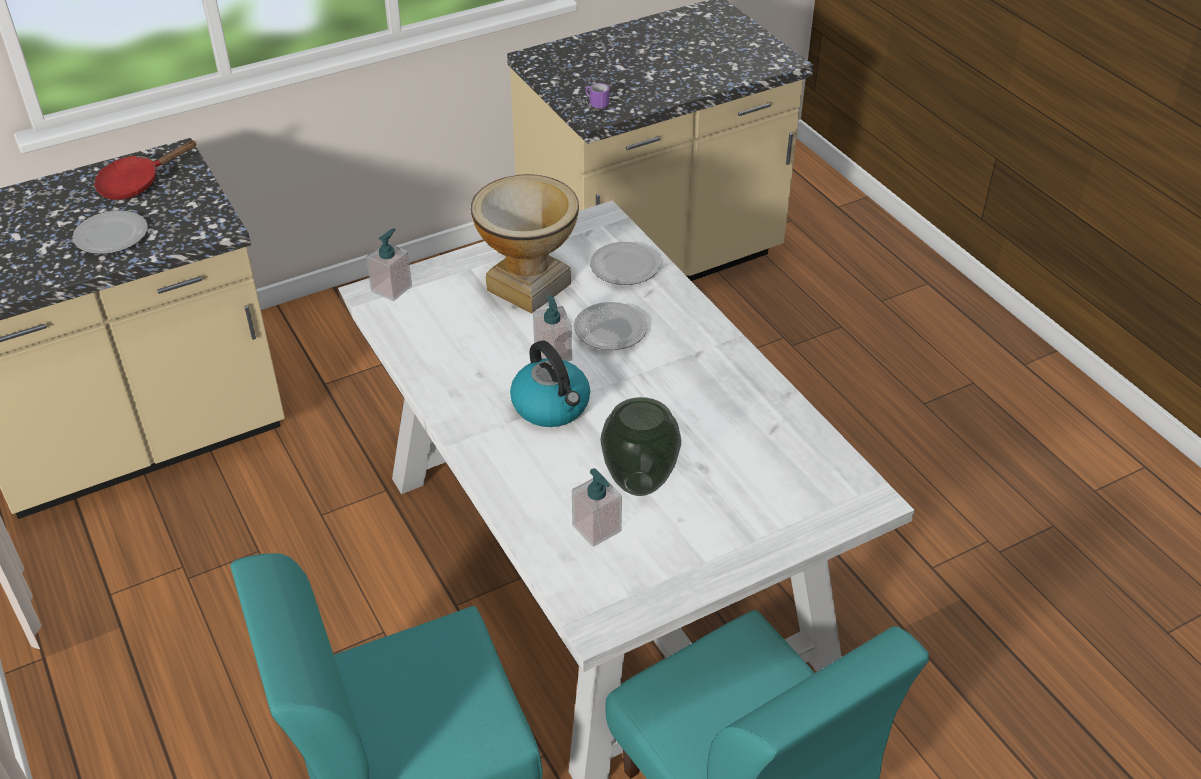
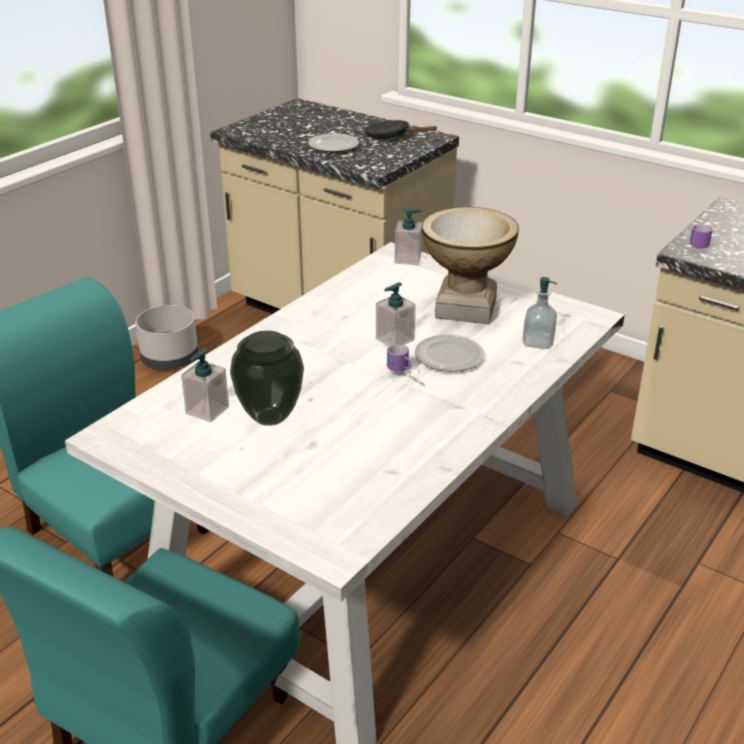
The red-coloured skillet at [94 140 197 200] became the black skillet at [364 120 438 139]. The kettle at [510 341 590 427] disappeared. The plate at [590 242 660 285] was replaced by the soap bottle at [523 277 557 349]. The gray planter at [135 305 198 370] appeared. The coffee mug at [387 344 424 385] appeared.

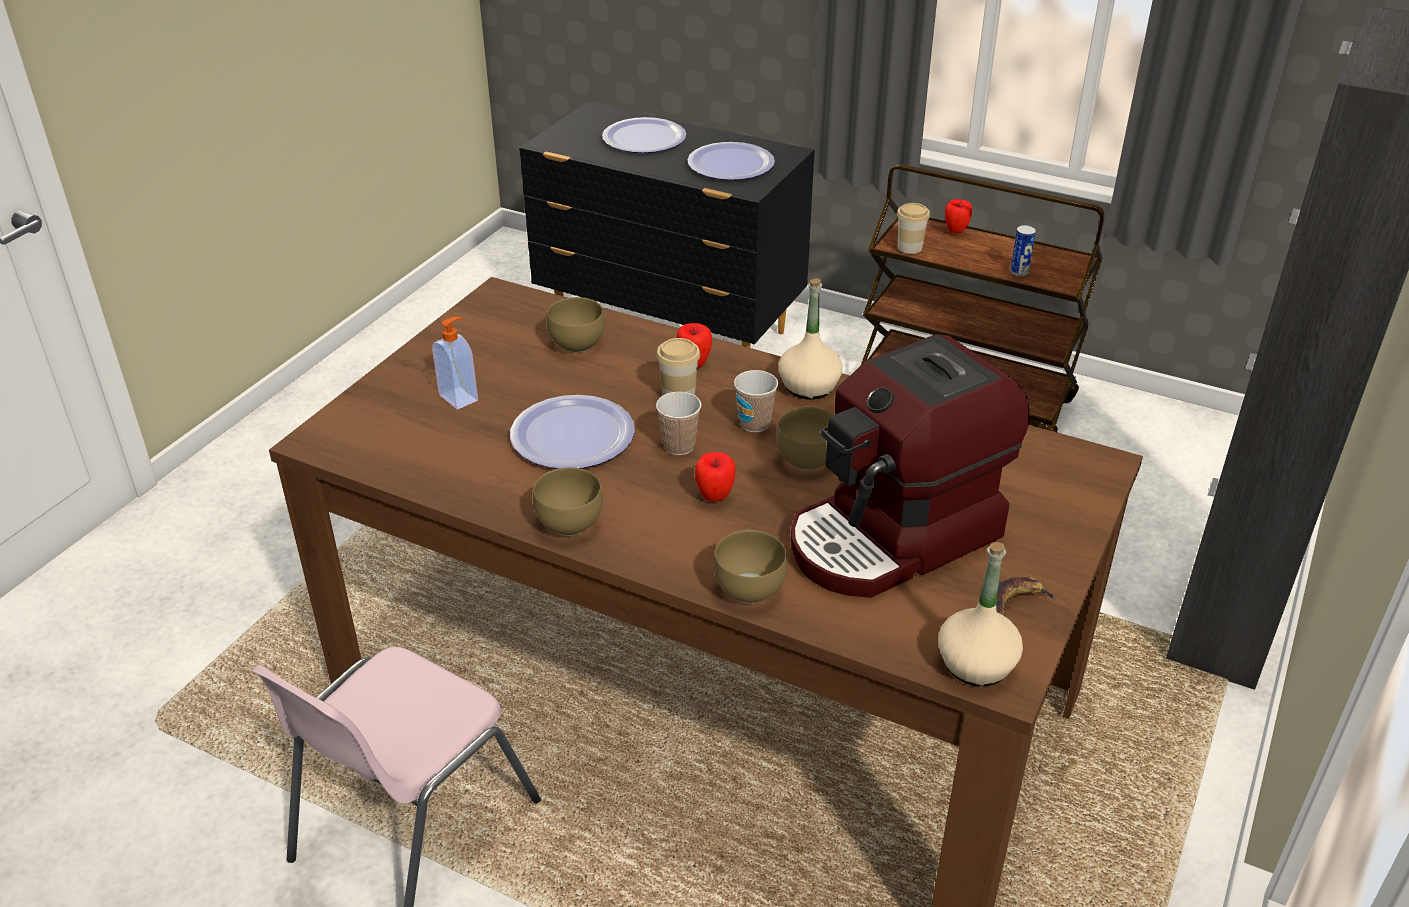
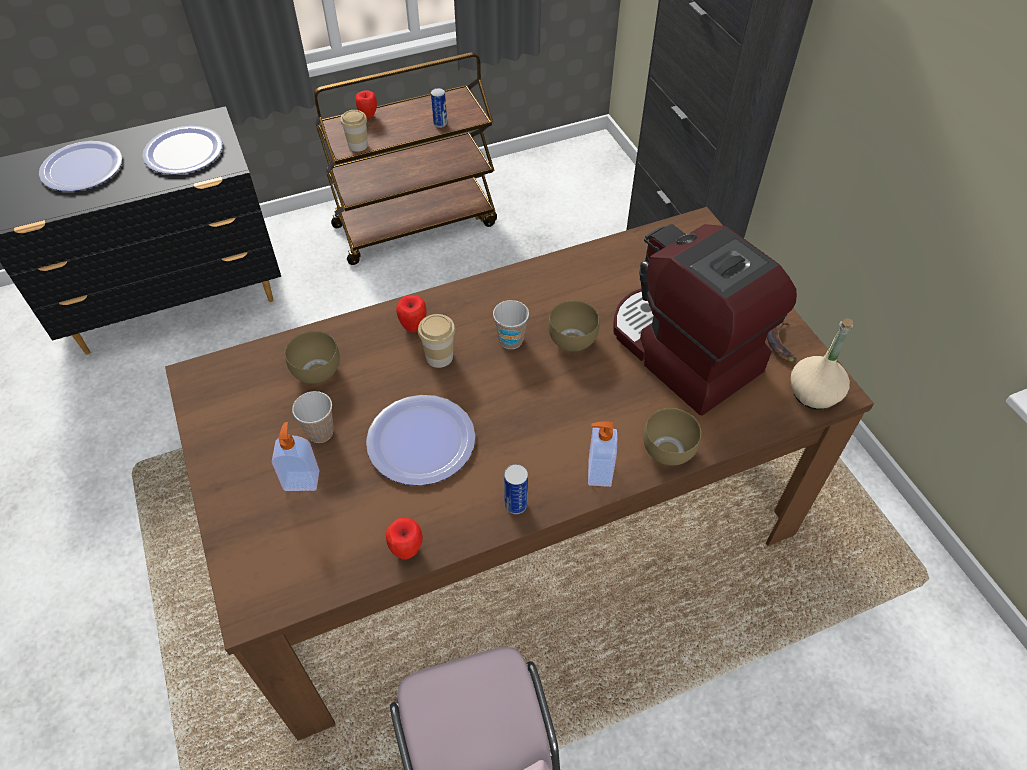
The brown-coloured bowl at [533 467 603 536] was replaced by the sealed can at [504 464 528 514]. The small cup moved from [656 392 702 455] to [292 391 334 443]. The apple fruit moved from [695 452 736 502] to [386 518 423 560]. The sand-coloured bottle at [778 278 843 400] disappeared. The coffee brewer at [791 334 1030 598] turned 135 degrees clockwise. The soap bottle at [588 422 617 487] appeared.

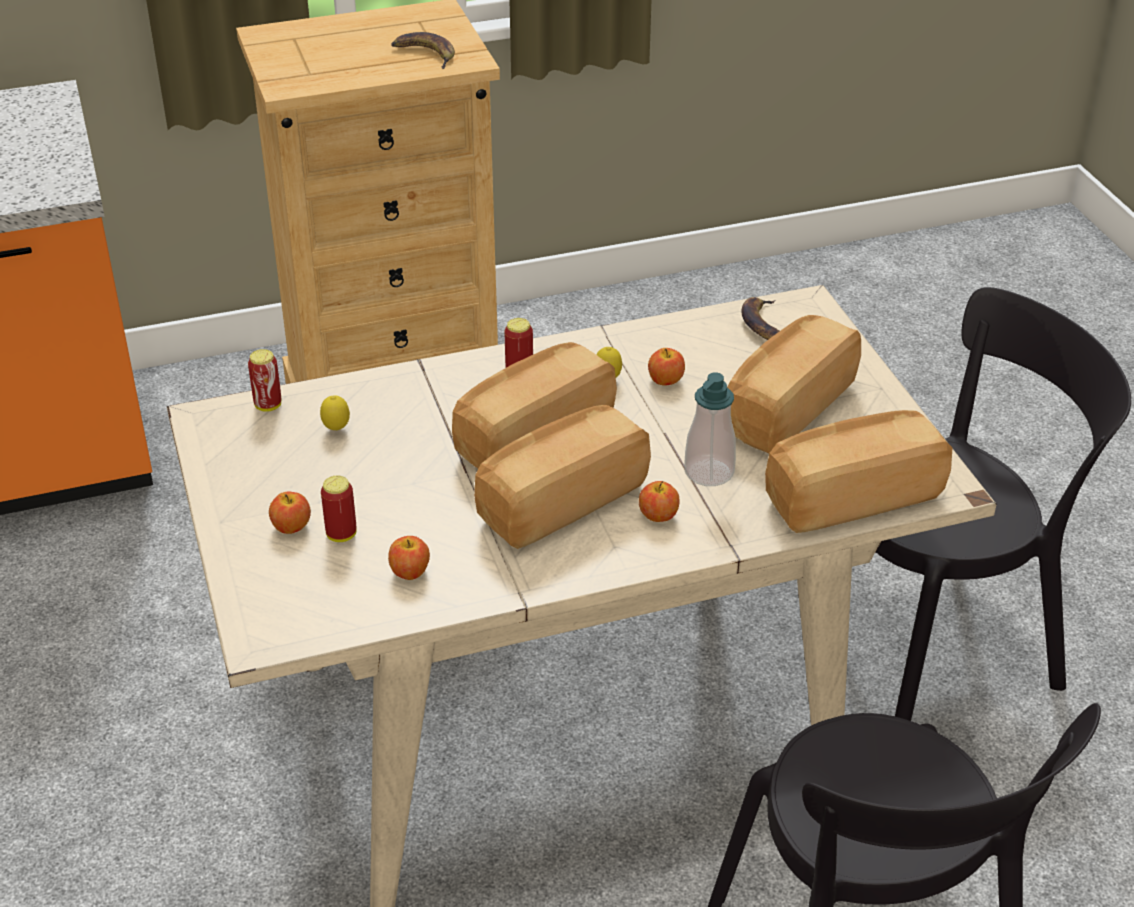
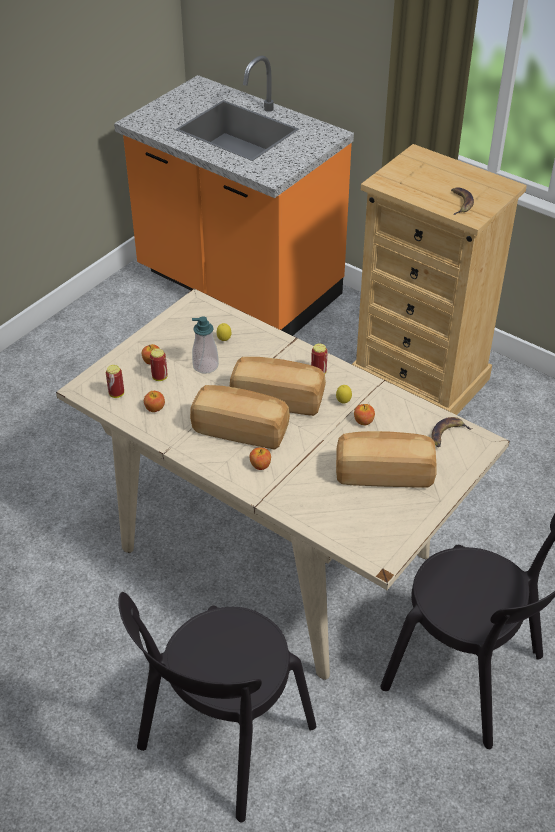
The sealed can moved from [248 349 281 412] to [106 365 124 398]. The soap bottle moved from [684 372 736 486] to [192 316 219 374]. The bakery bread at [765 410 952 533] disappeared.

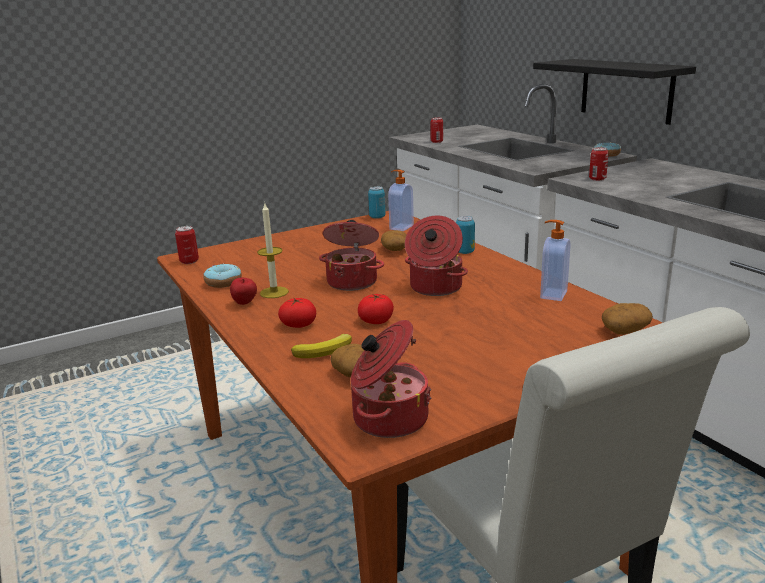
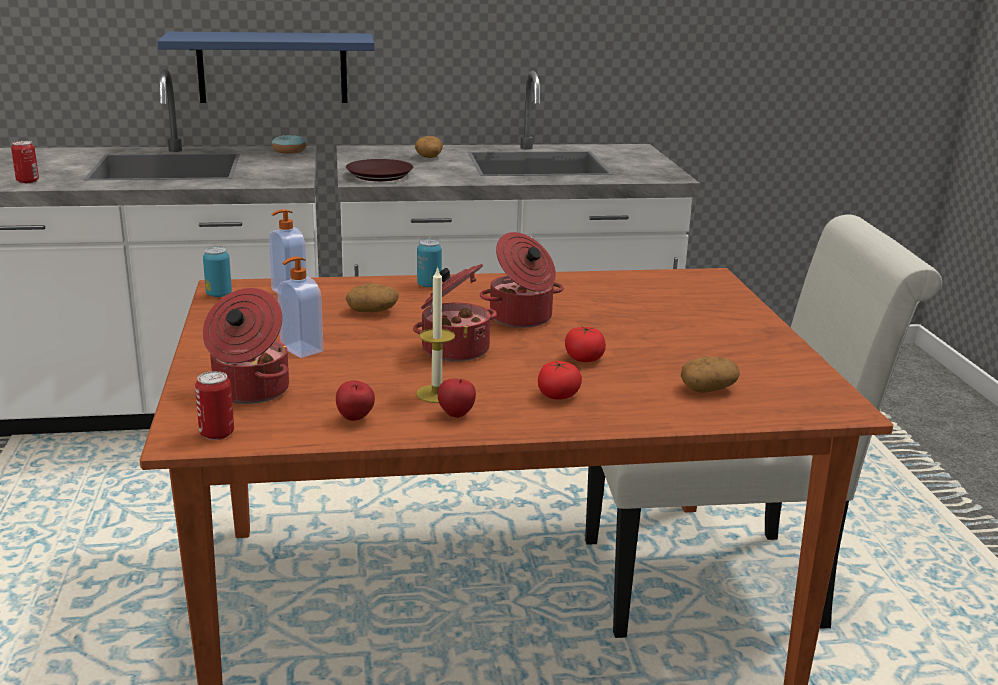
The ring doughnut at [204 263 242 288] was replaced by the apple fruit at [336 380 375 421]. The banana fruit at [291 334 352 358] disappeared. The cooking pot moved from [351 320 431 438] to [202 288 289 404]. The black shelf at [533 59 696 125] became the blue shelf at [157 32 374 103]. The soap bottle moved from [540 220 570 301] to [277 256 324 358]. The sealed can at [589 147 609 181] was replaced by the brown-coloured plate at [346 159 413 181]. The whole potato moved from [602 303 653 335] to [415 136 443 158].

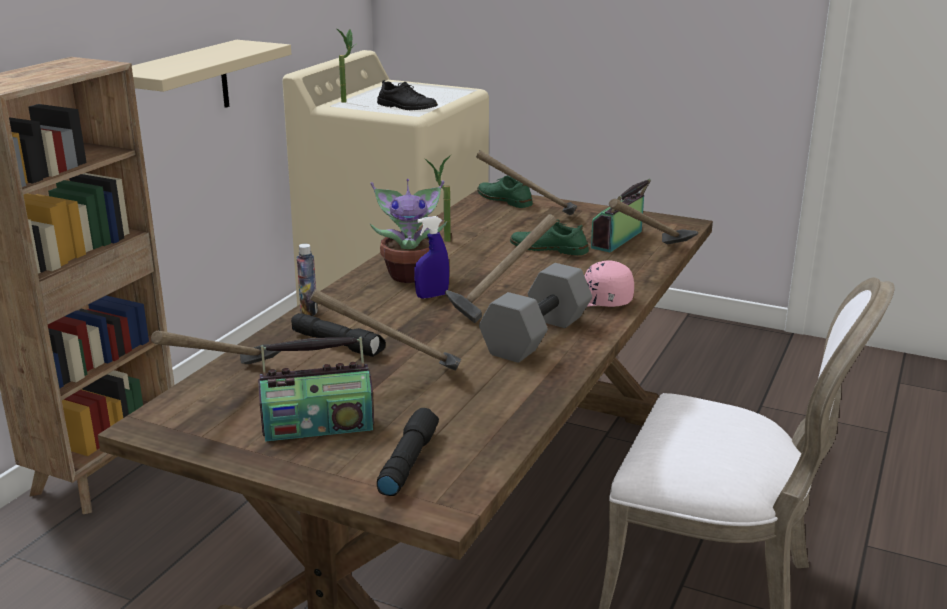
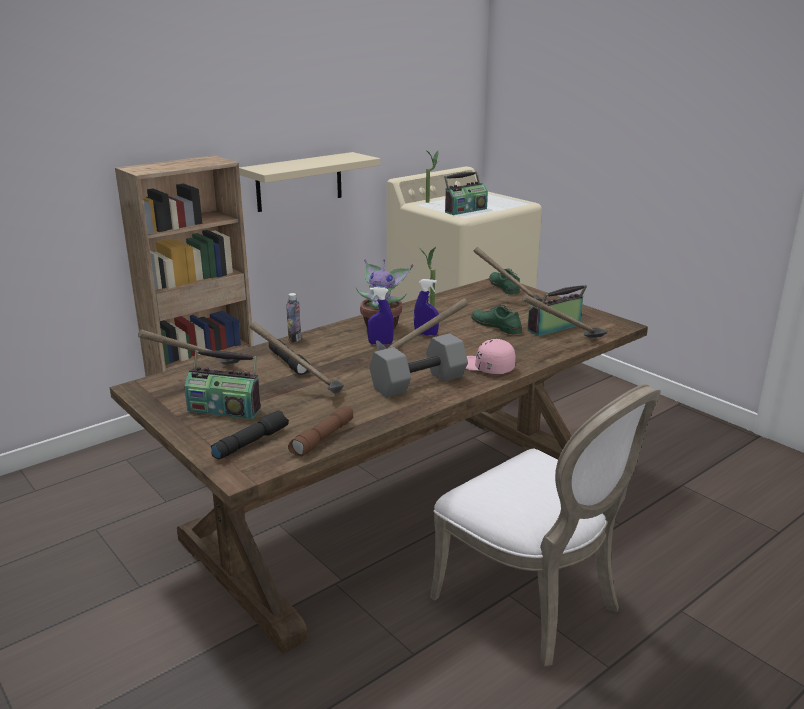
The black item of footwear at [377 80 438 110] was replaced by the radio at [444 172 488 215]. The brown-coloured flashlight at [288 406 353 456] appeared. The blue sprayer at [414 279 439 336] appeared.

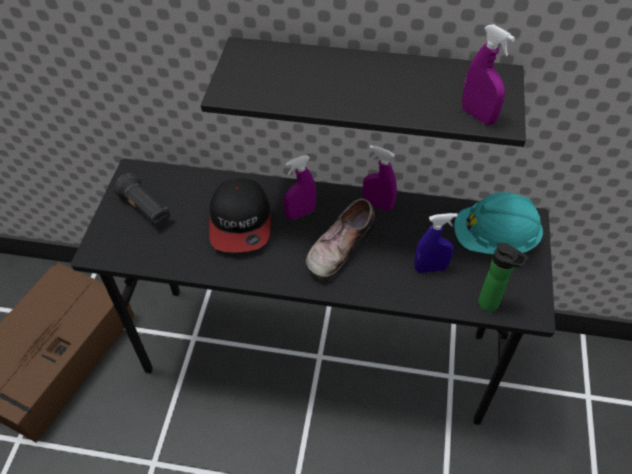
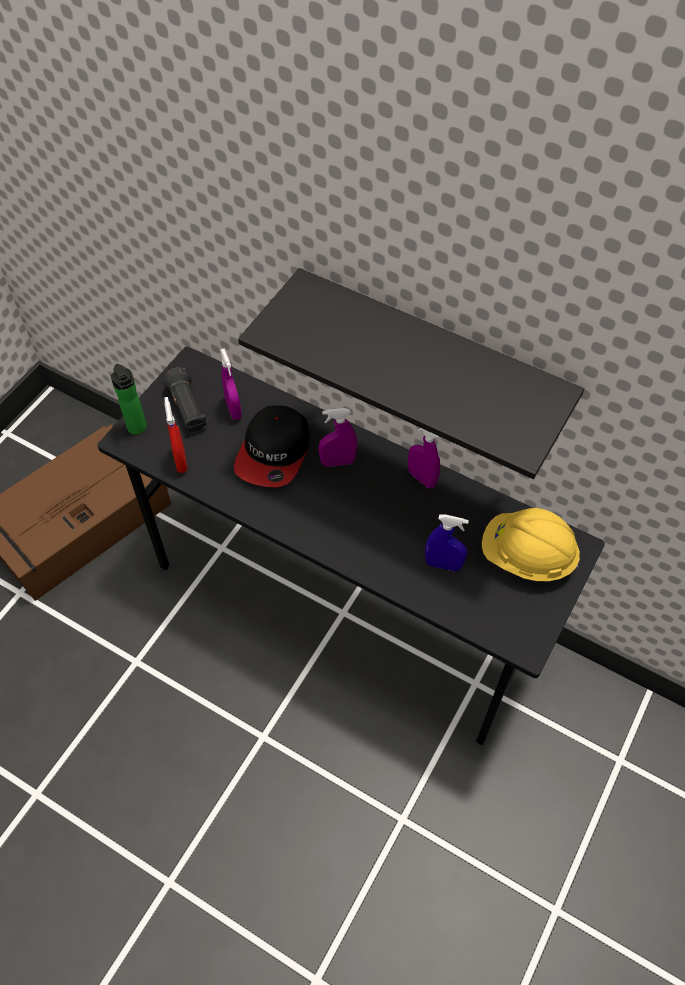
The item of footwear at [306 199 376 281] disappeared. The blue-green safety helmet at [454 192 543 254] became the yellowish safety helmet at [482 508 580 581]. The purple-coloured sprayer moved from [462 24 515 125] to [220 348 242 420]. The bottle moved from [478 243 529 312] to [111 364 147 434]. The red-coloured sprayer at [165 397 188 473] appeared.

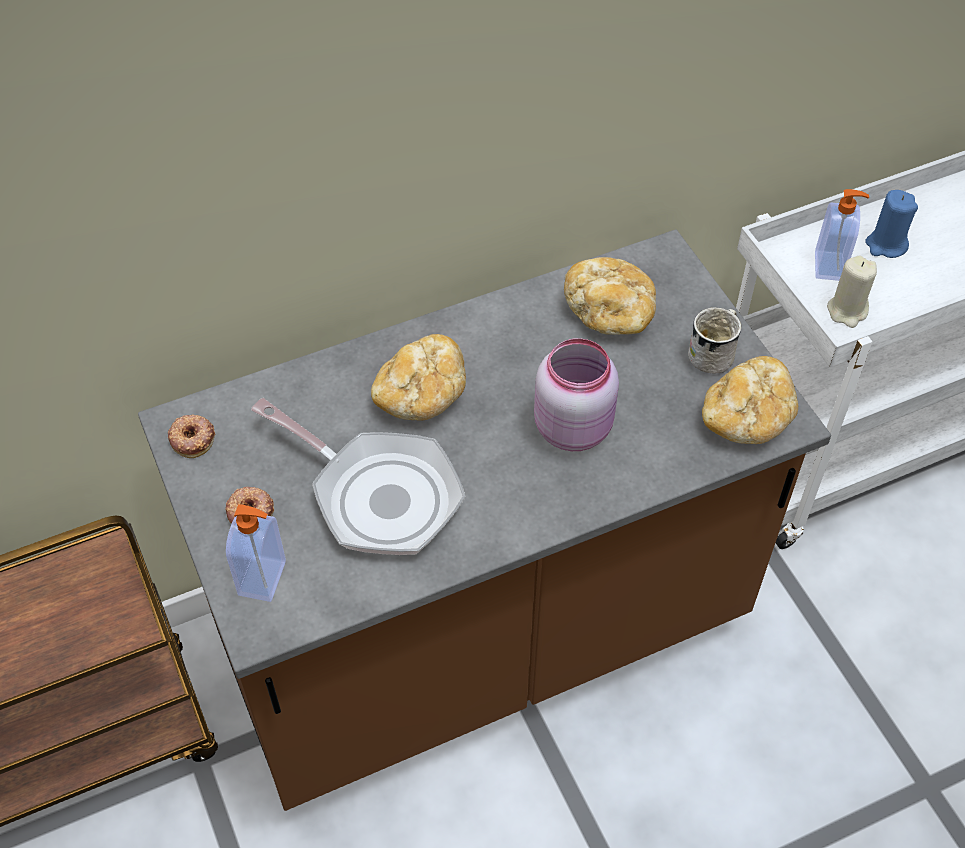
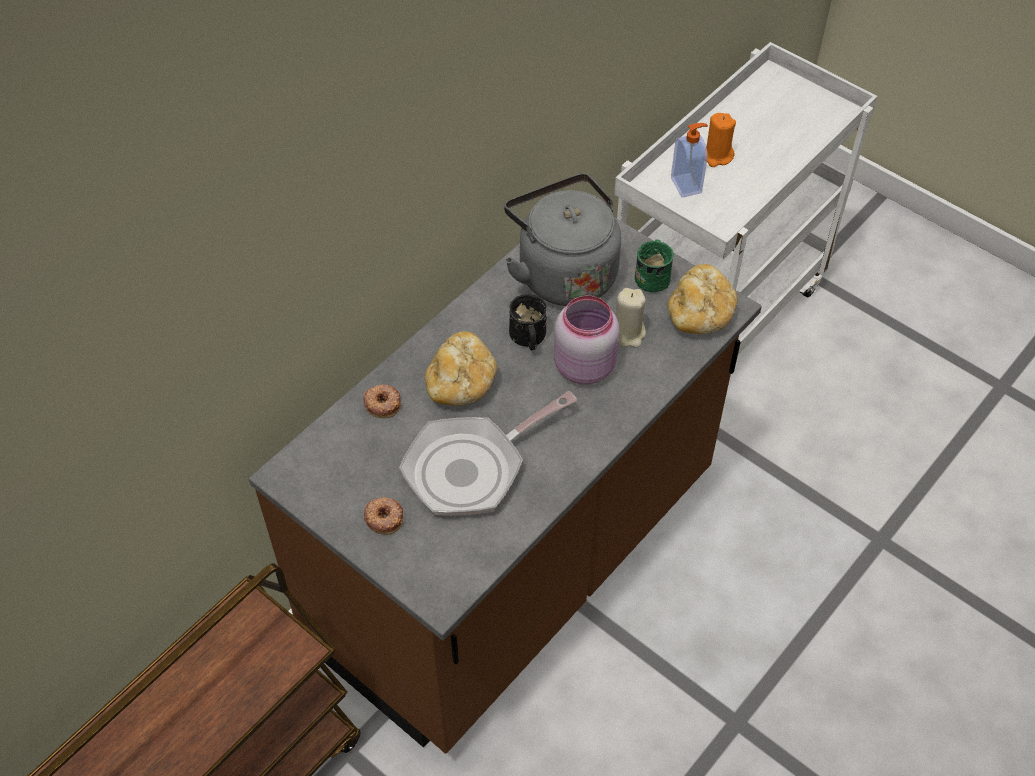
The ring doughnut moved from [168 415 215 458] to [364 384 401 418]. The soap bottle at [226 504 286 602] disappeared. The skillet at [251 398 466 555] turned 135 degrees clockwise. The bakery bread at [564 257 656 335] was replaced by the gray kettle at [504 174 621 306]. The whitish coffee mug at [688 307 741 374] became the green coffee mug at [635 240 674 292]. The sand-coloured wax candle moved from [827 256 877 328] to [616 288 646 348]. The blue wax candle at [865 190 918 258] became the orange wax candle at [706 113 736 167]. The black coffee mug at [509 294 547 350] appeared.

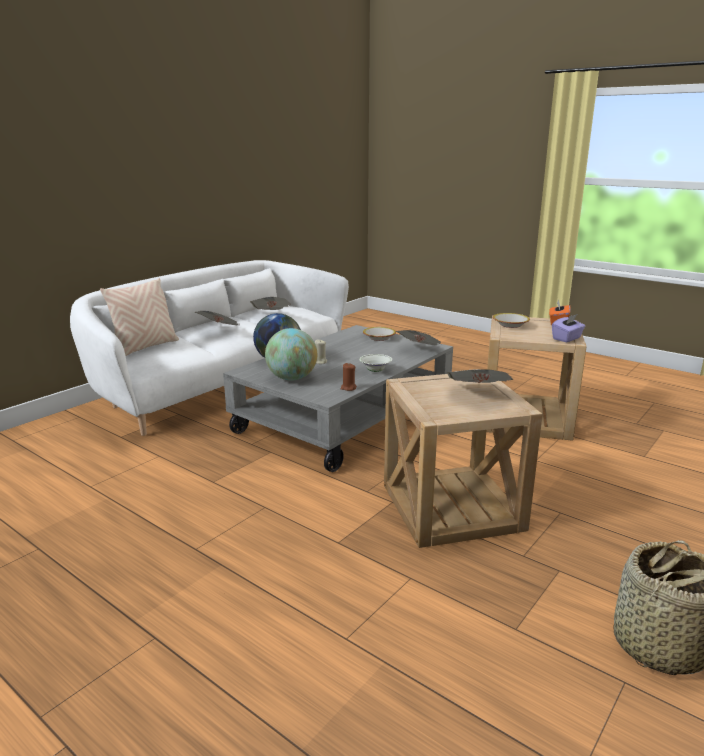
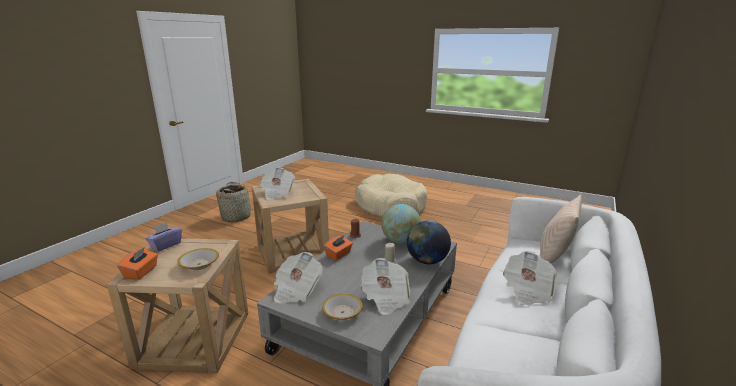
The daily paper moved from [250 297 291 310] to [360 258 410 315]. The whitish bowl at [359 354 392 372] was replaced by the orange tissue box at [324 235 353 260]. The sand-coloured dog bed at [355 174 427 217] appeared.

